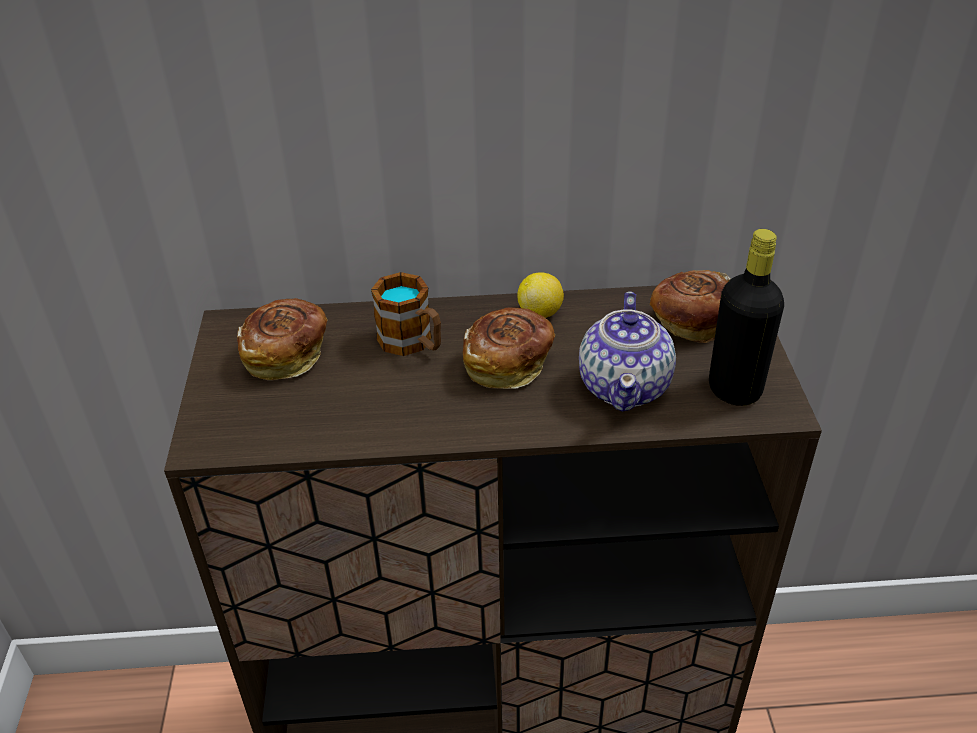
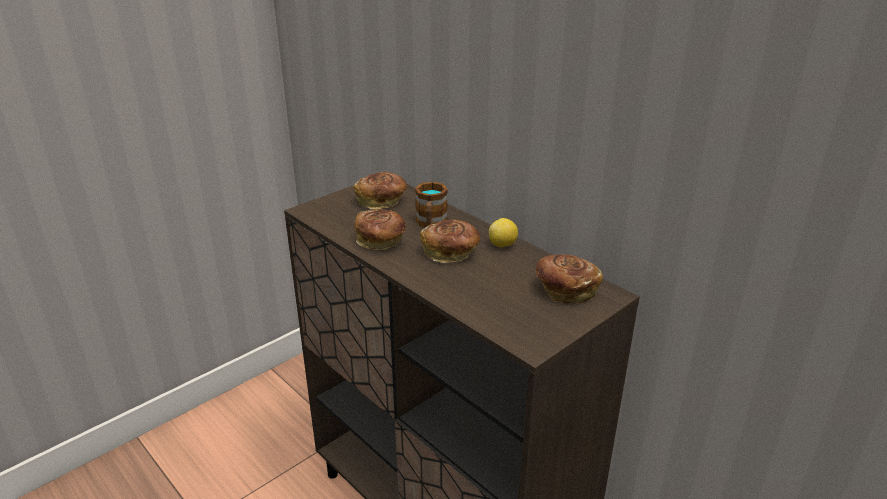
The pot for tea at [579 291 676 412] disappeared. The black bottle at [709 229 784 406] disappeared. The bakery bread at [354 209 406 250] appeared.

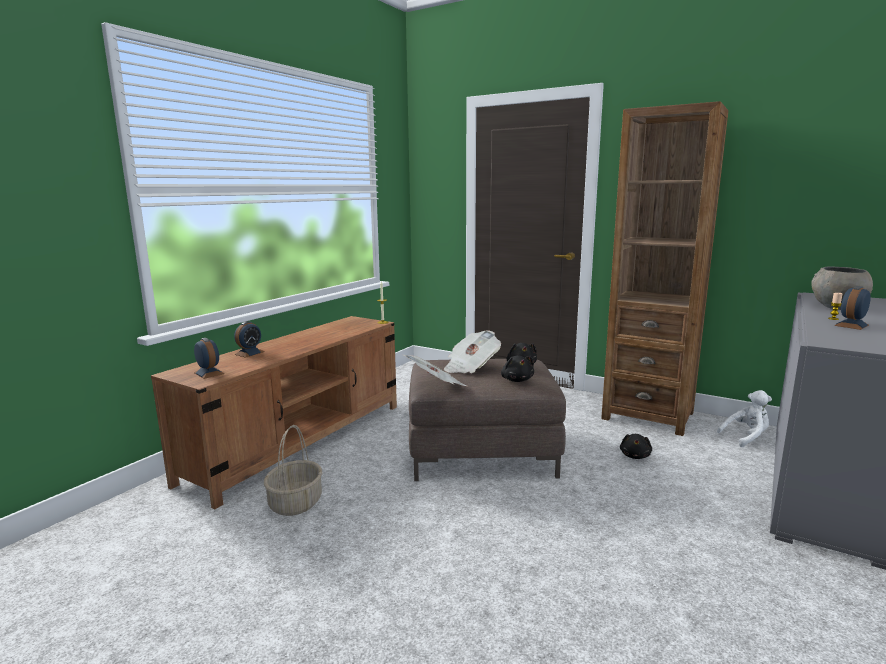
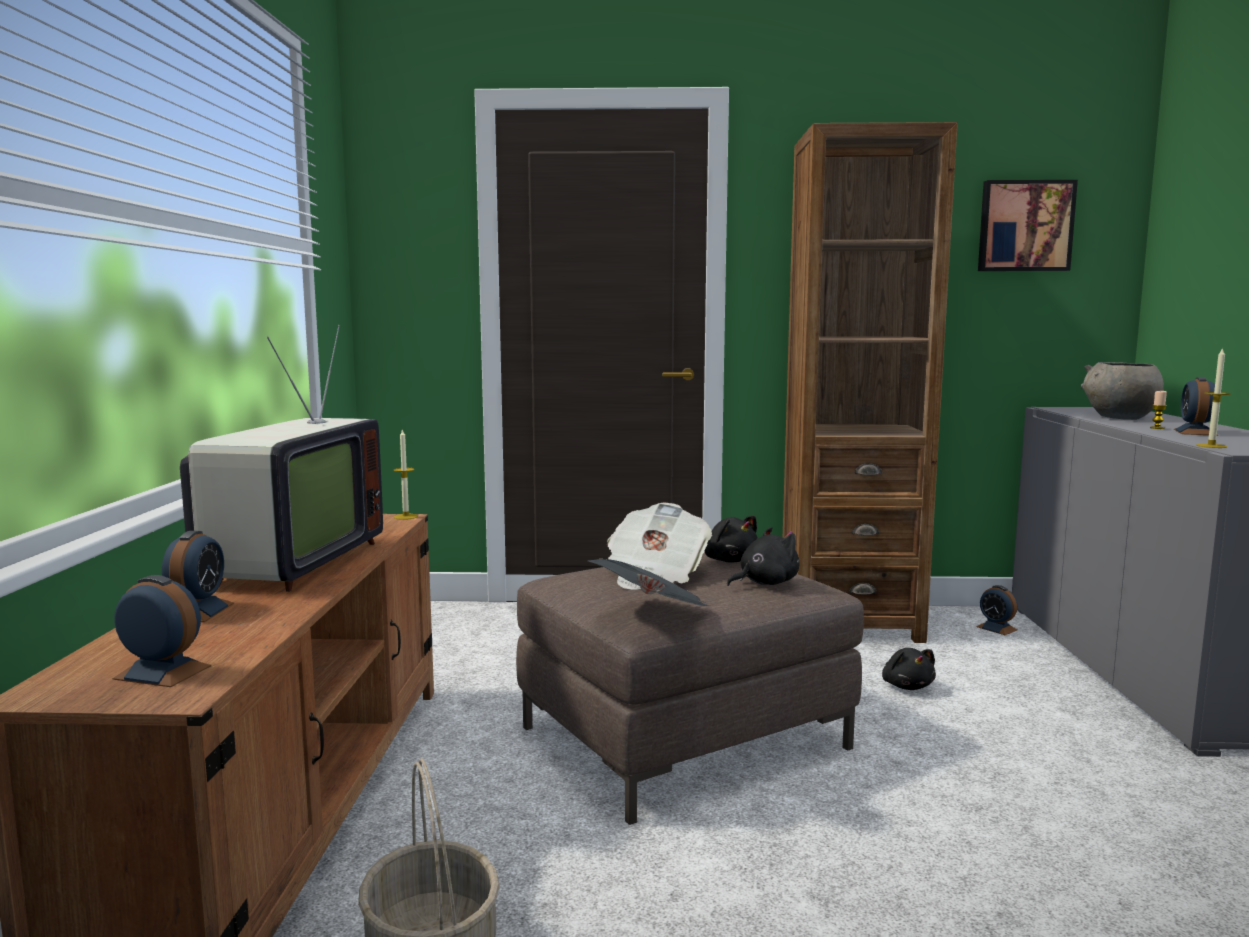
The black soft toy at [501 355 534 382] turned 75 degrees counterclockwise. The whitish soft toy at [717 390 772 447] was replaced by the bedside clock at [976 585 1018 635]. The TV set at [180 325 383 592] appeared. The wall picture at [978 180 1078 271] appeared. The wax candle at [1196 347 1231 448] appeared.

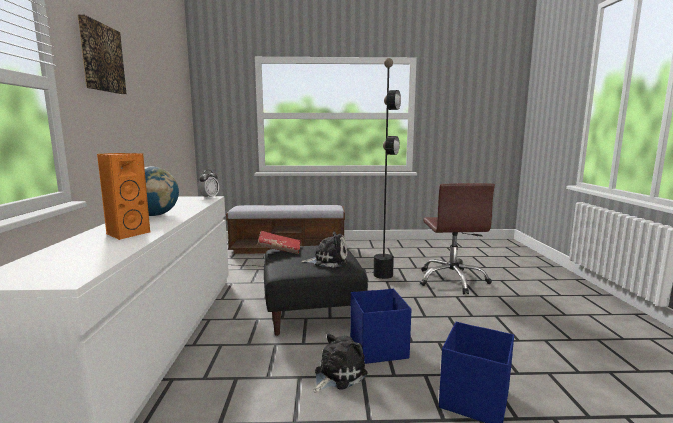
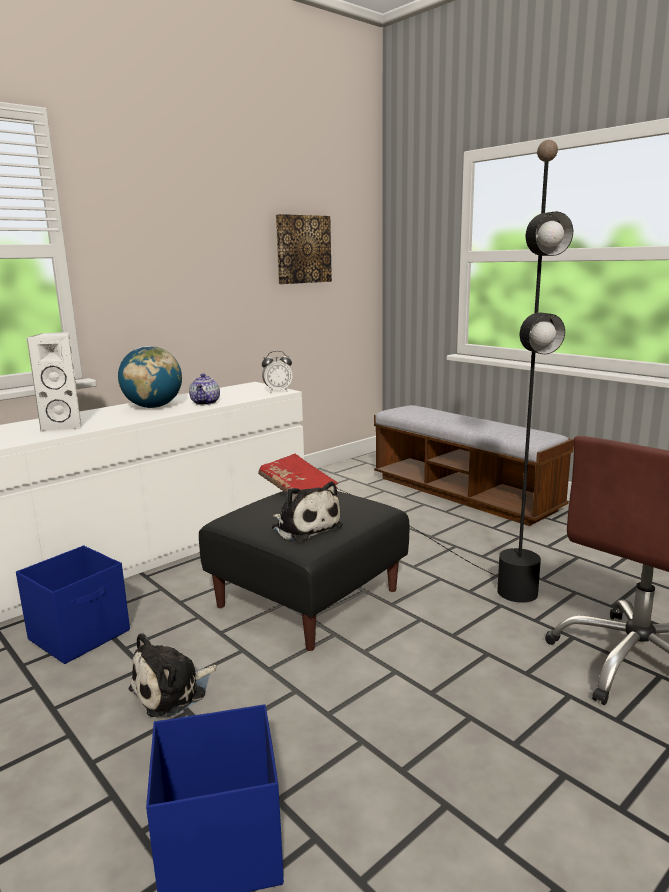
The wall picture moved from [78 14 126 94] to [276 214 332 284]. The orange speaker at [97 153 150 240] became the whitish speaker at [27 332 81 431]. The soft toy at [313 333 368 393] turned 135 degrees clockwise. The blue storage container moved from [350 289 412 364] to [16 546 130 664]. The pot for tea at [189 374 220 405] appeared.

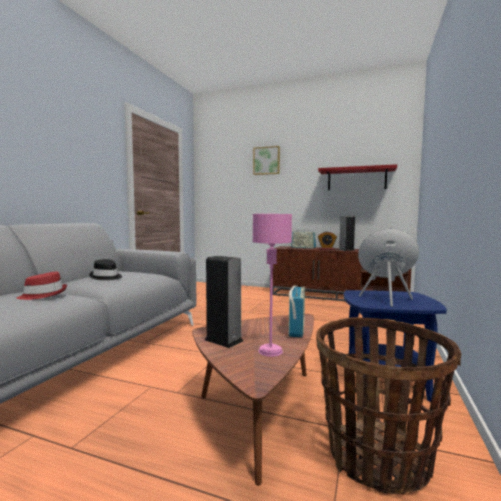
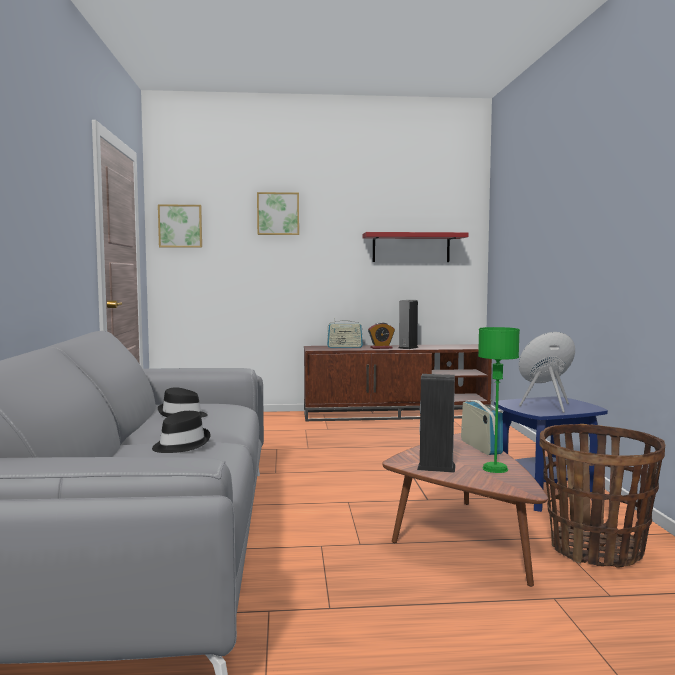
The red-coloured hat at [17 272 67 300] became the black hat at [152 411 211 453]. The pink lamp for a table at [253 214 292 357] became the green lamp for a table at [478 327 520 473]. The wall picture at [158 204 202 248] appeared.

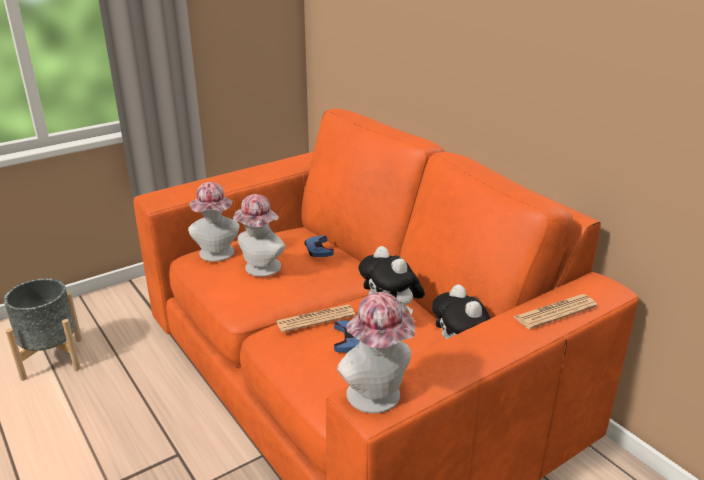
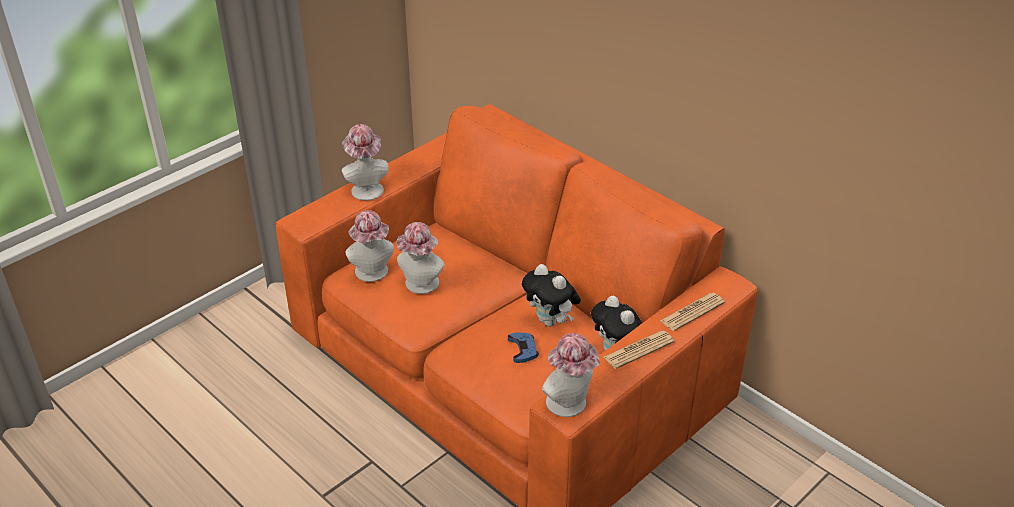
The gray planter at [4 278 82 381] disappeared. The daily paper moved from [276 304 355 333] to [604 330 675 369]. The blue game controller at [304 235 334 257] disappeared. The hat at [342 124 389 201] appeared.

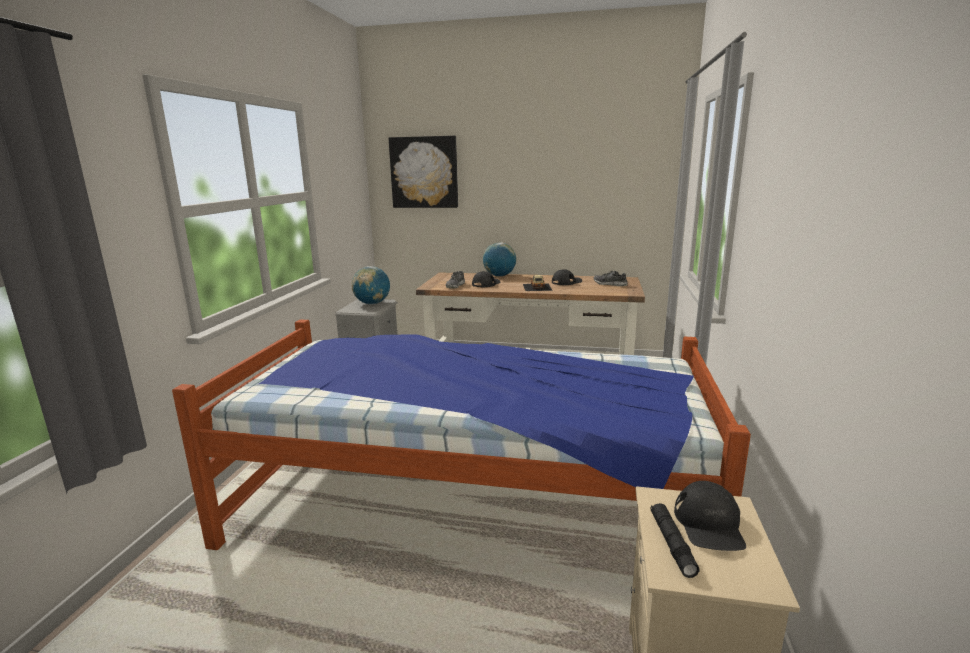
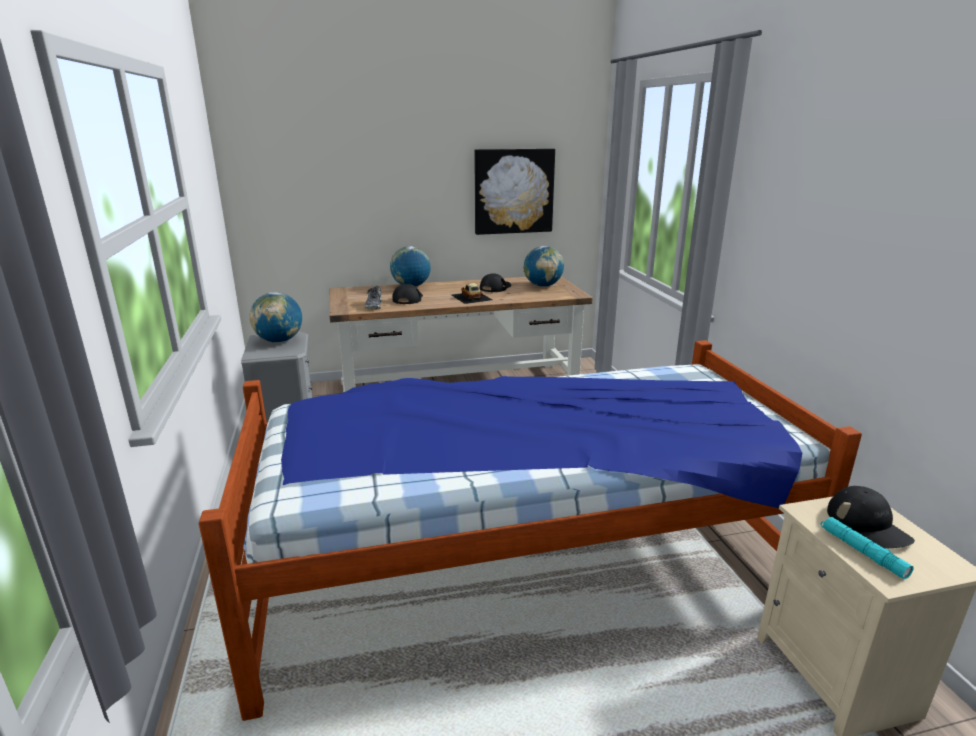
The wall picture moved from [388 136 458 208] to [474 148 555 235]. The item of footwear at [594 271 628 286] was replaced by the world globe at [523 246 564 287]. The black flashlight at [650 503 699 578] became the blue-green flashlight at [821 517 914 579].

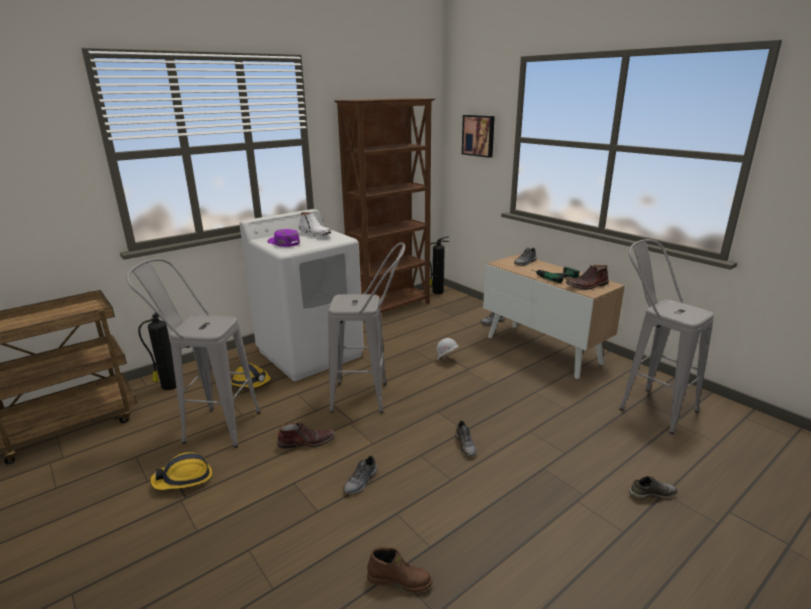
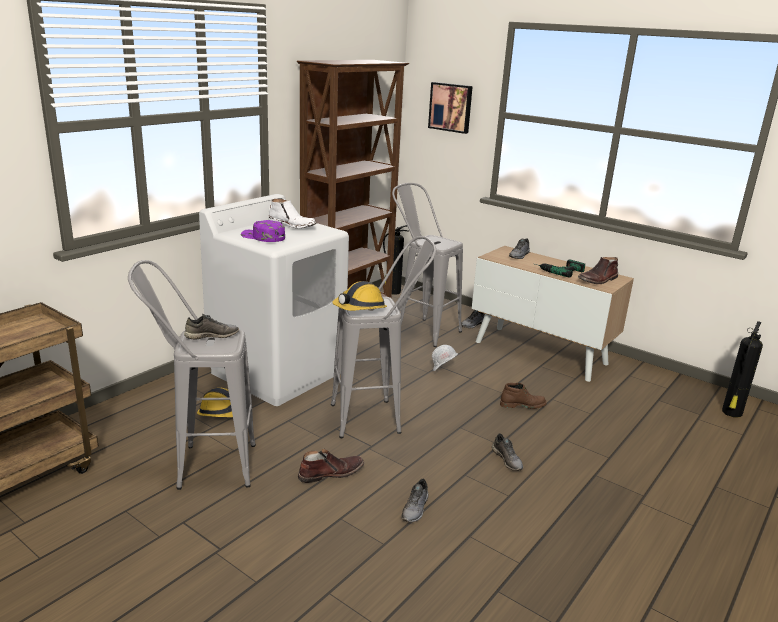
The fire-fighting cylinder moved from [138 311 176 390] to [722 321 763 418]. The safety helmet moved from [151 452 212 490] to [332 281 387 311]. The brown-coloured high-top boot moved from [367 547 432 592] to [500 383 547 409]. The gray sitting stool moved from [619 239 714 434] to [392 183 463 347]. The gray item of footwear moved from [629 476 678 500] to [184 314 239 339].

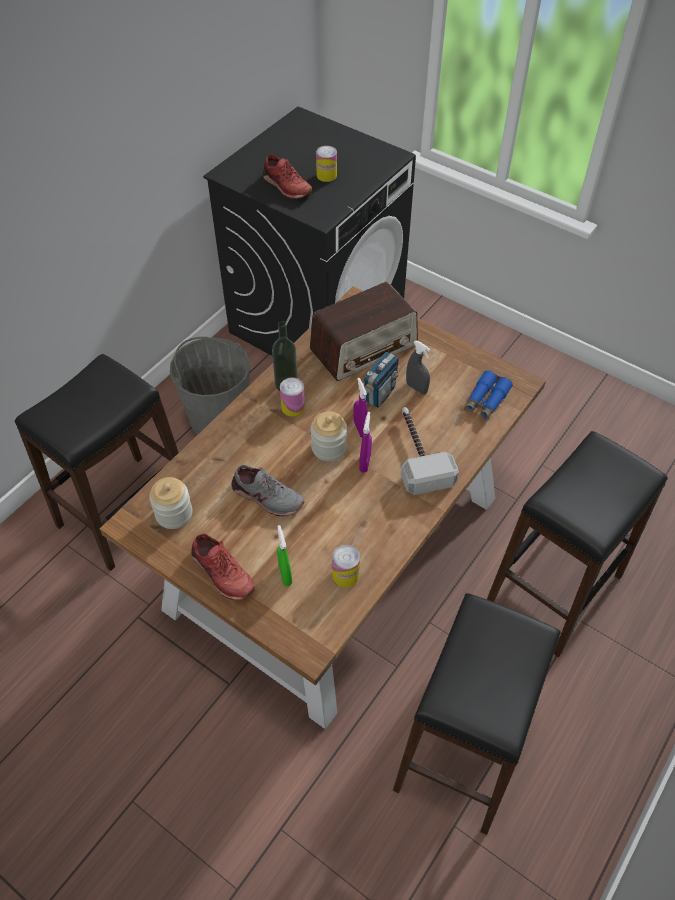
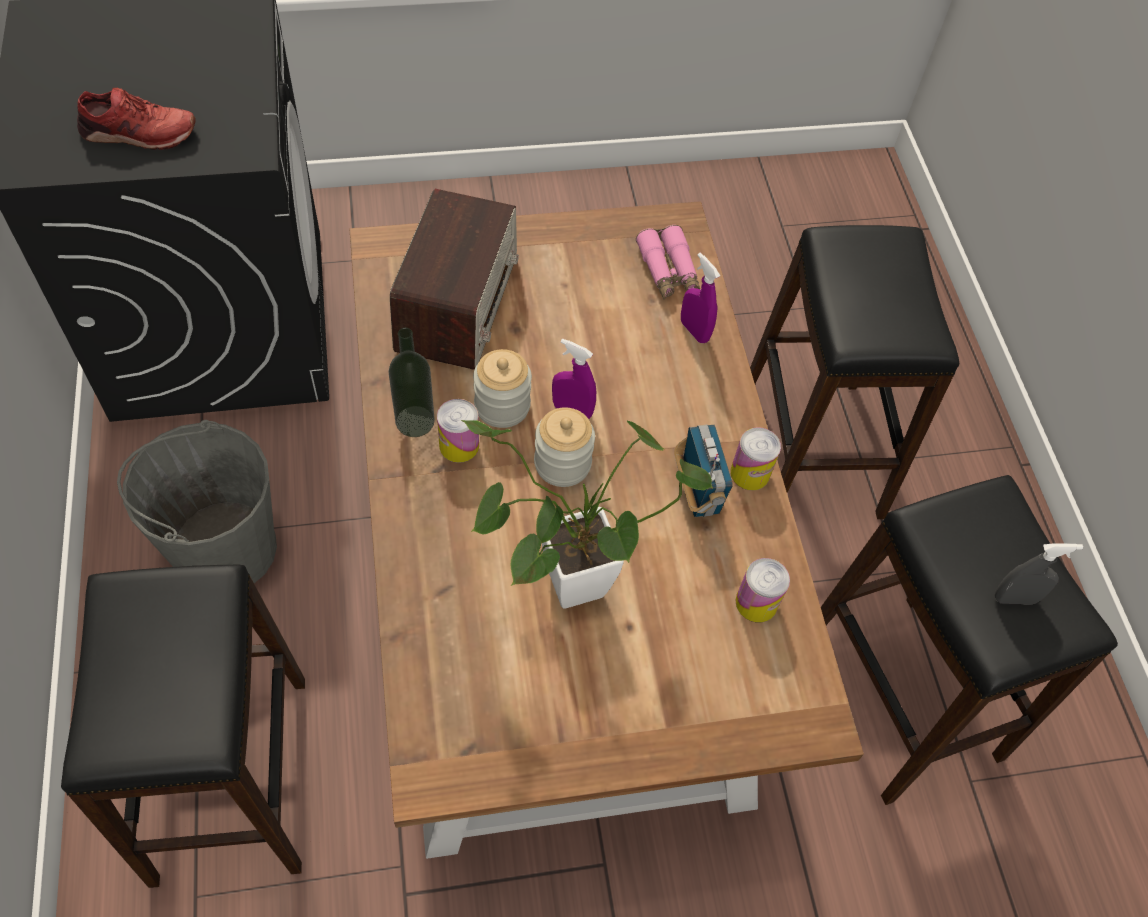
The storage jar moved from [149 477 193 529] to [473 349 532 428]. The red-coloured item of footwear at [191 533 255 600] disappeared. The gray item of footwear at [232 465 304 516] was replaced by the plant in a pot at [461 420 713 609]. The green sprayer at [277 525 292 586] disappeared. The sealed can moved from [316 146 337 182] to [730 427 781 490]. The radio moved from [359 352 399 408] to [674 425 733 517]. The purple-coloured sprayer moved from [359 412 372 473] to [681 252 720 343]. The hammer at [401 407 459 495] disappeared. The gray sprayer moved from [406 341 431 394] to [995 543 1083 604]. The blue pair of binoculars at [464 370 513 420] became the pink pair of binoculars at [636 225 701 299].

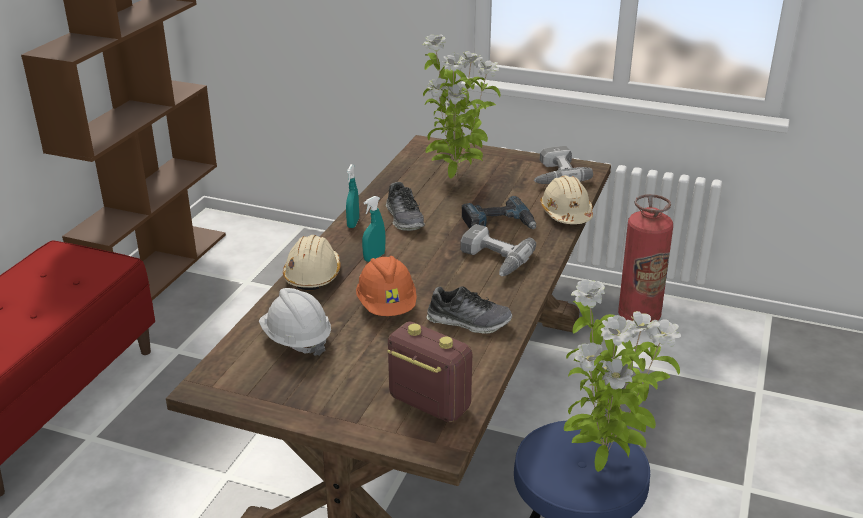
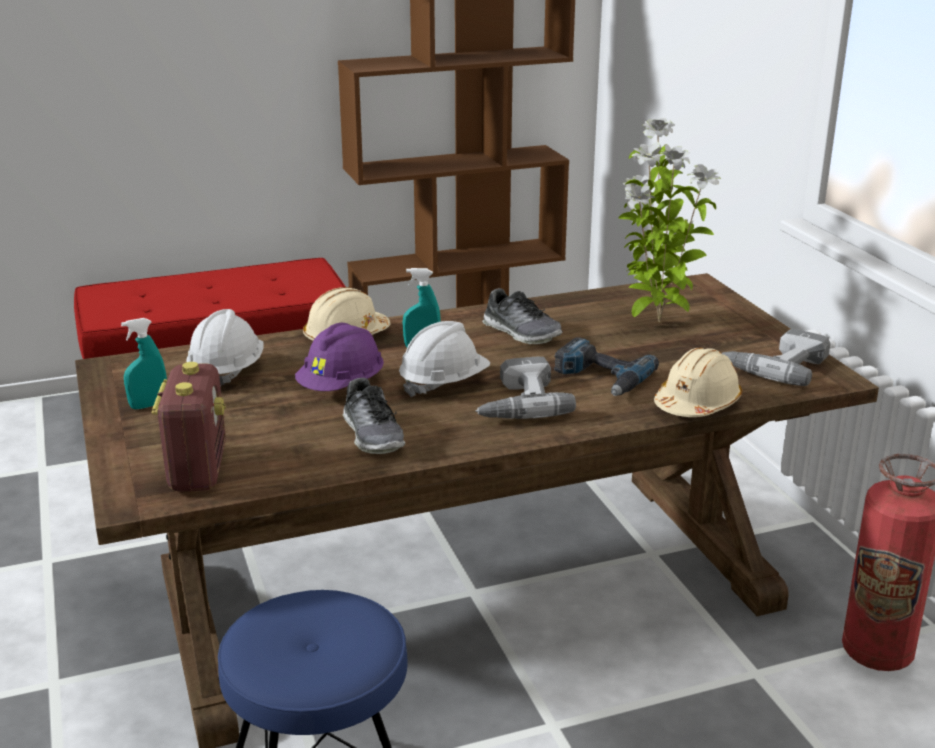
The blue-green sprayer moved from [346 164 359 228] to [121 318 167 409]. The orange safety helmet at [356 256 417 316] became the purple-coloured safety helmet at [295 323 384 391]. The item of footwear at [386 182 425 231] turned 75 degrees counterclockwise. The plant in a pot at [564 279 681 472] disappeared. The whitish safety helmet at [399 321 490 397] appeared.

